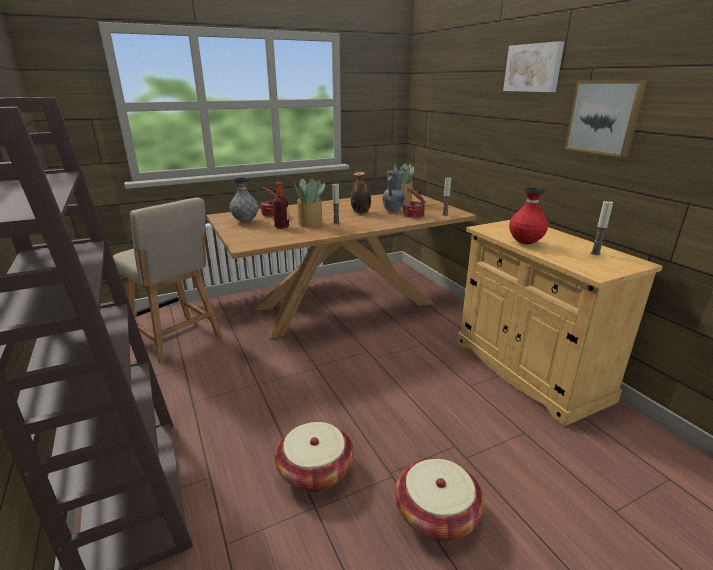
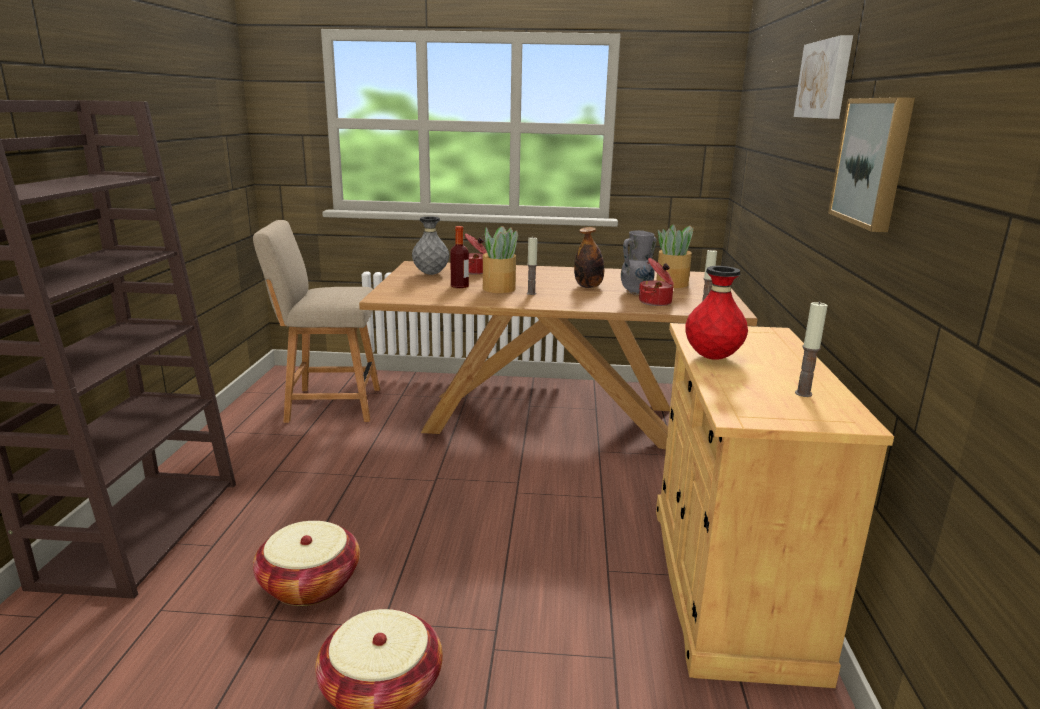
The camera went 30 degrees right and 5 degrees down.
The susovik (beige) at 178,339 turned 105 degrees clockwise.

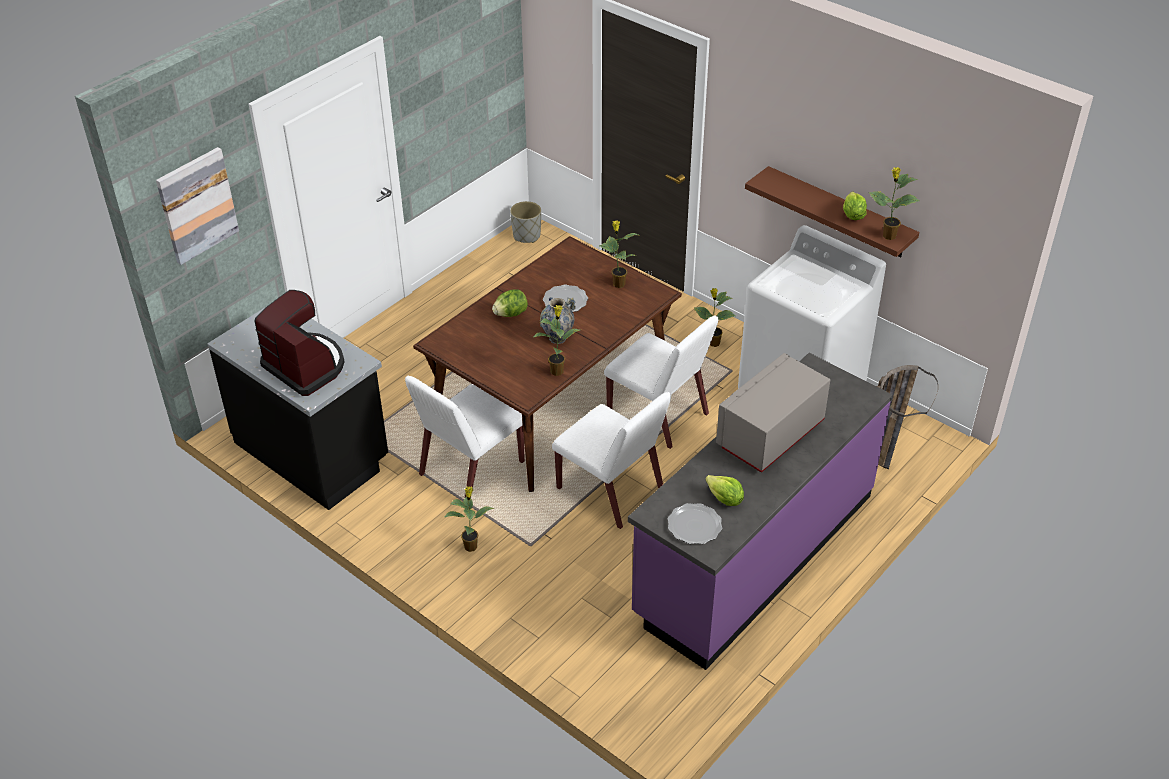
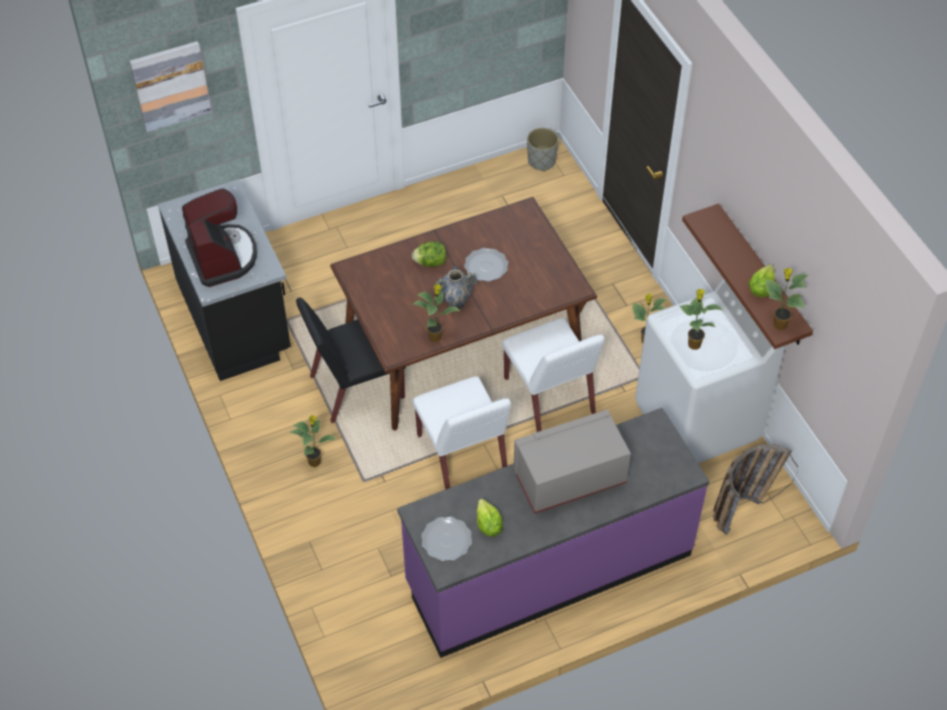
The camera went 25 degrees right and 10 degrees up.
The susovik (white) at 470,469 became the susovik (black) at 355,387.
The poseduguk moved from 618,283 to 693,344.

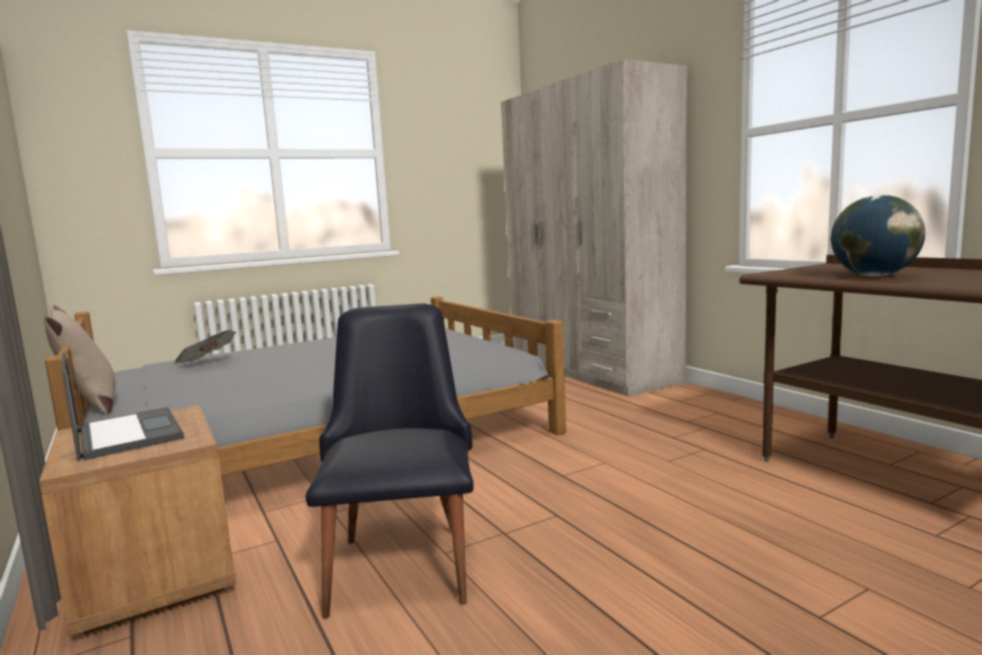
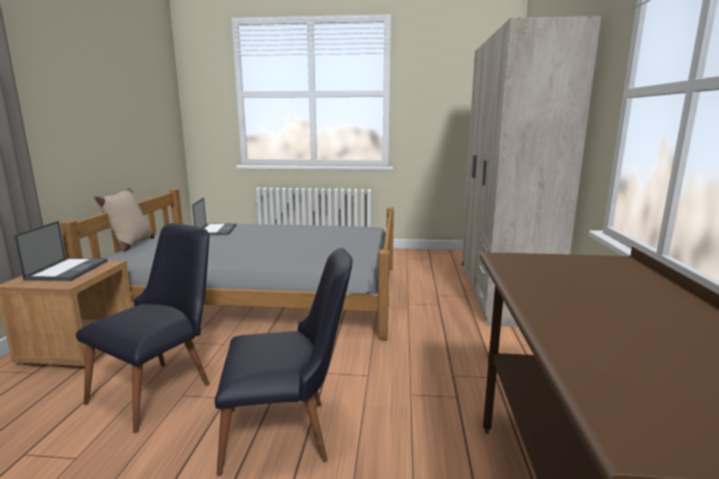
The camera went 35 degrees right and 5 degrees up.
The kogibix at 207,363 was replaced by the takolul at 216,230.
The susovik (black) at 288,435 appeared.
The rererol at 873,276 disappeared.

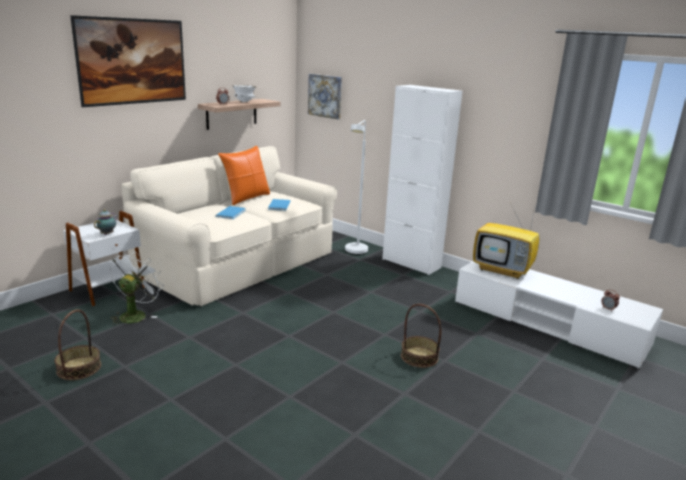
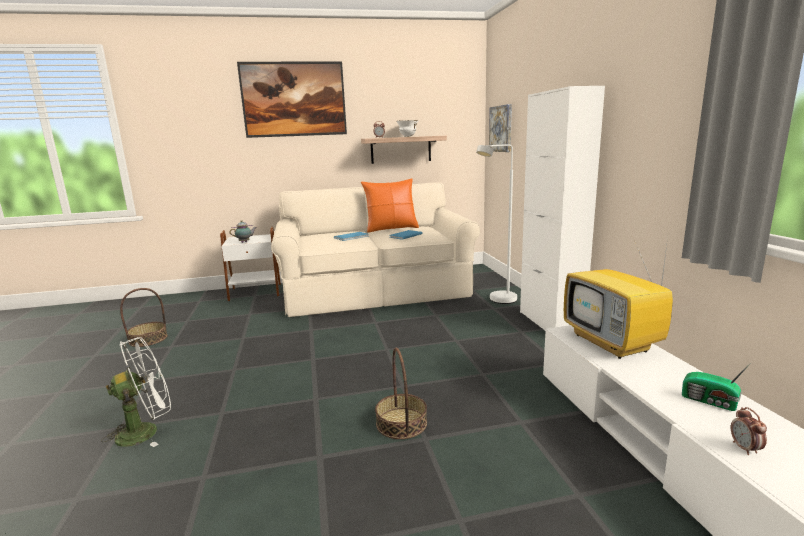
The camera went 40 degrees right and 5 degrees down.
The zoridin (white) moved from 135,314 to 146,431.
The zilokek at 710,401 appeared.

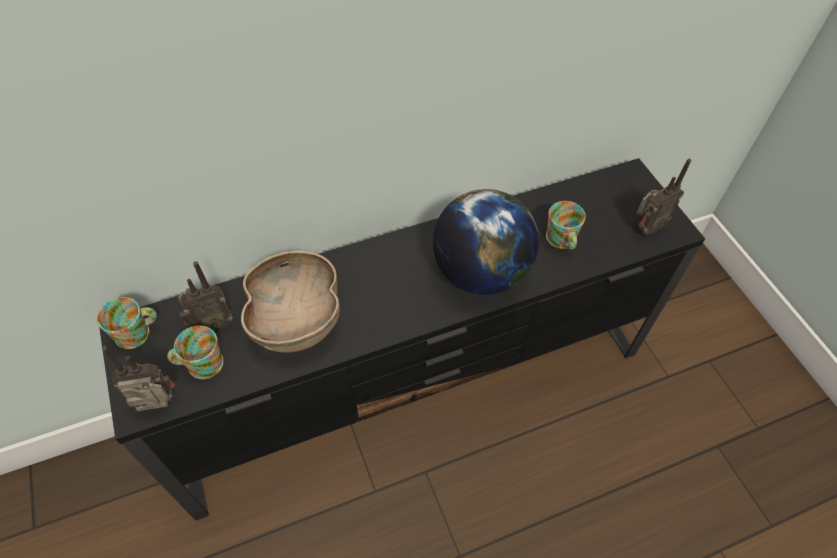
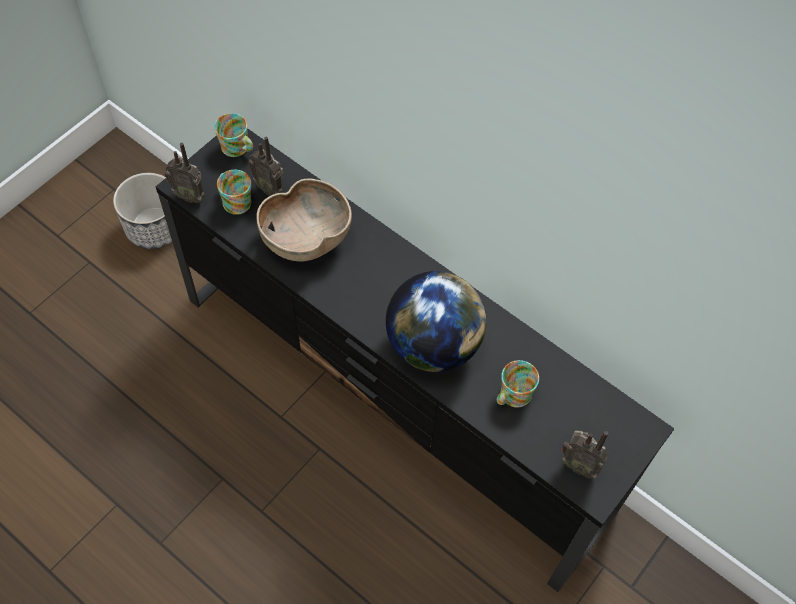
The camera went 60 degrees right and 5 degrees up.
The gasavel at 154,227 appeared.
The zilokek at 158,407 turned 150 degrees clockwise.

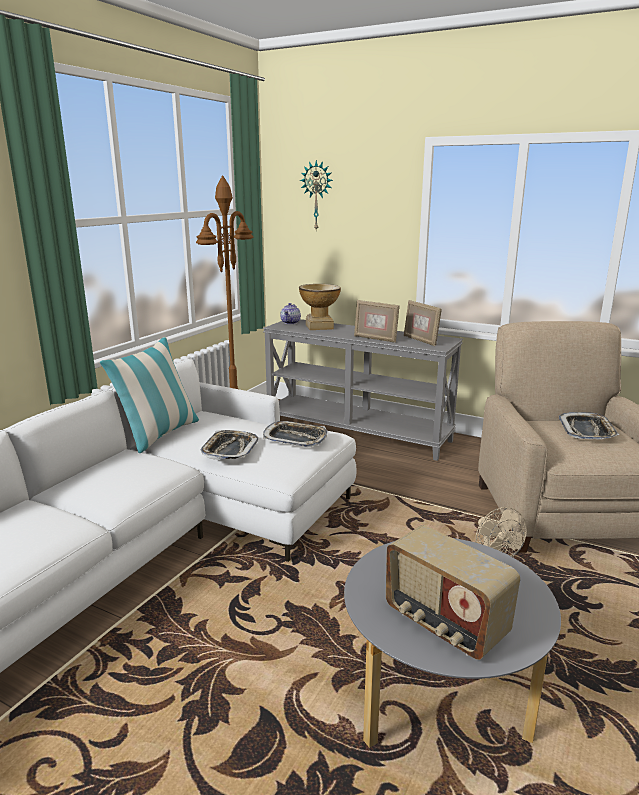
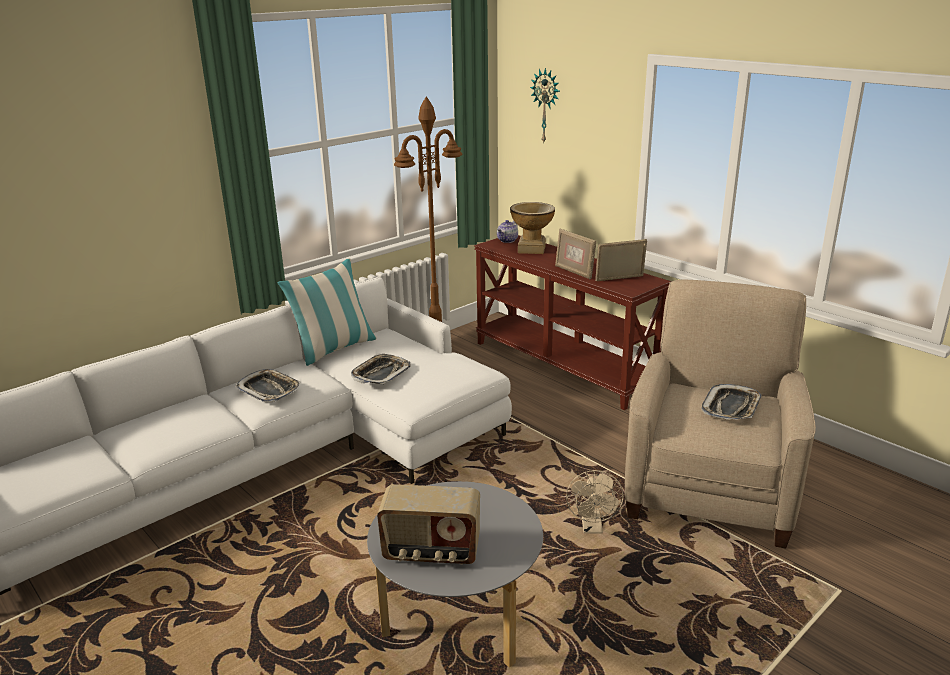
The camera went 20 degrees right and 5 degrees up.
The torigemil moved from 295,438 to 269,390.
The zilokek at 444,624 turned 60 degrees counterclockwise.
The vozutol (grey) at 358,432 became the vozutol (brown) at 564,365.
The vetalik at 420,340 turned 90 degrees clockwise.

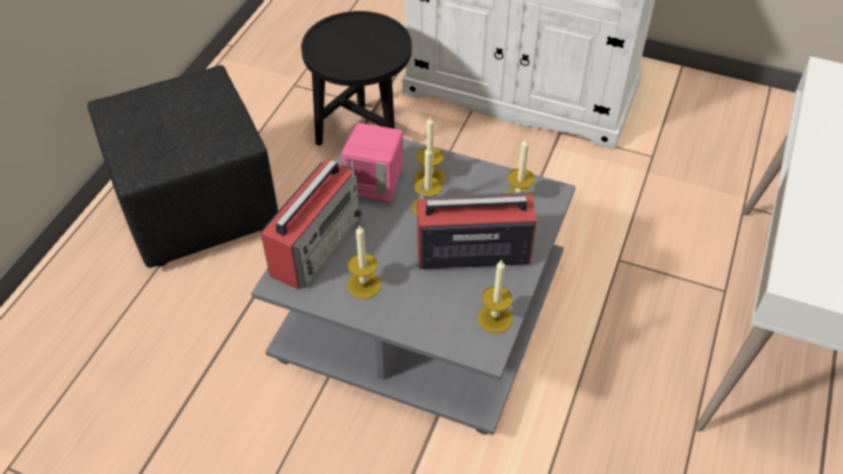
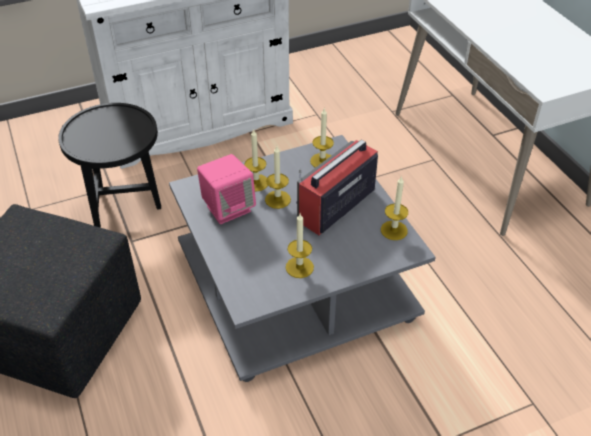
The camera went 45 degrees left and 5 degrees down.
The zilokek at 317,244 disappeared.

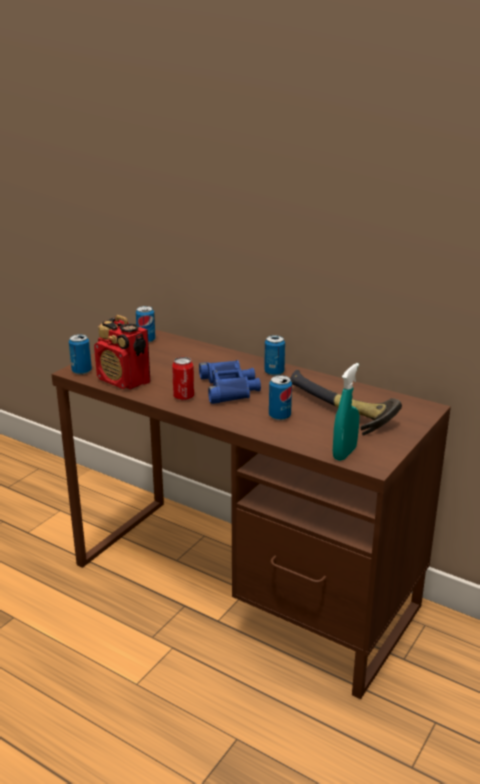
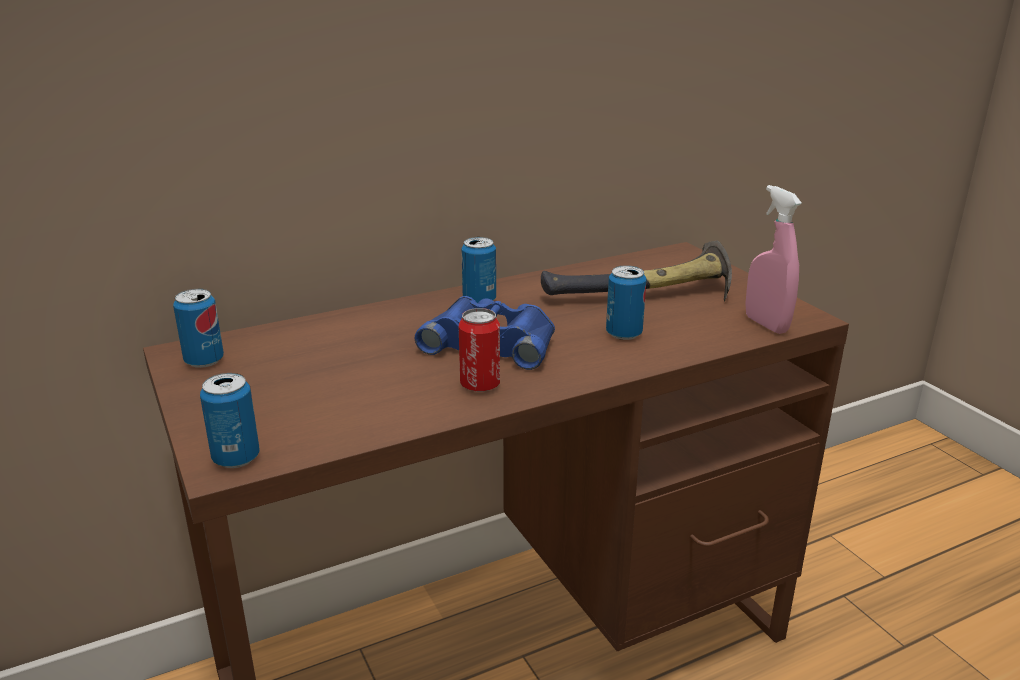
The camera went 60 degrees left and 0 degrees up.
The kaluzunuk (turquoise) at 344,453 became the kaluzunuk (pink) at 766,324.
The zilokek at 124,381 disappeared.

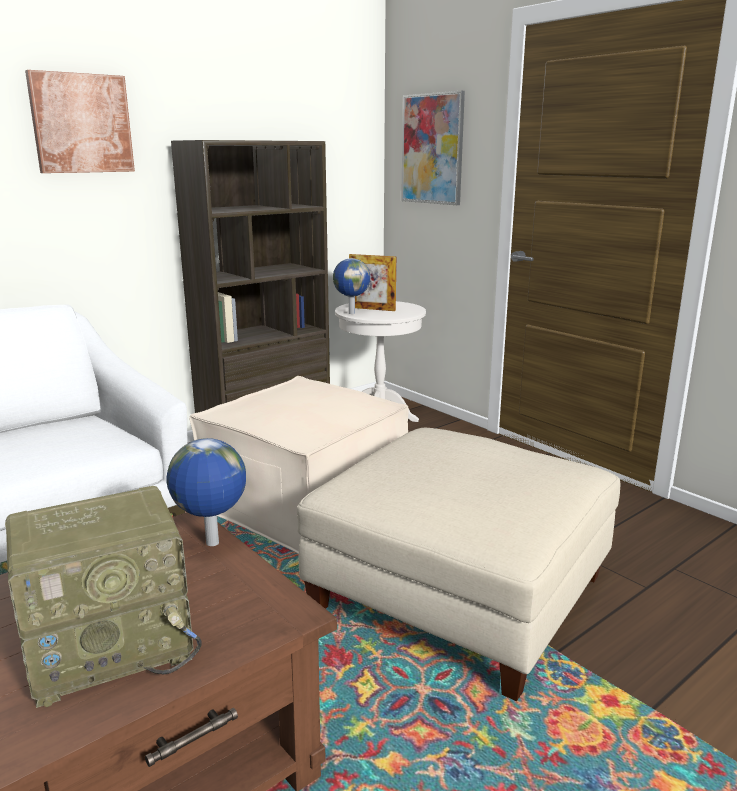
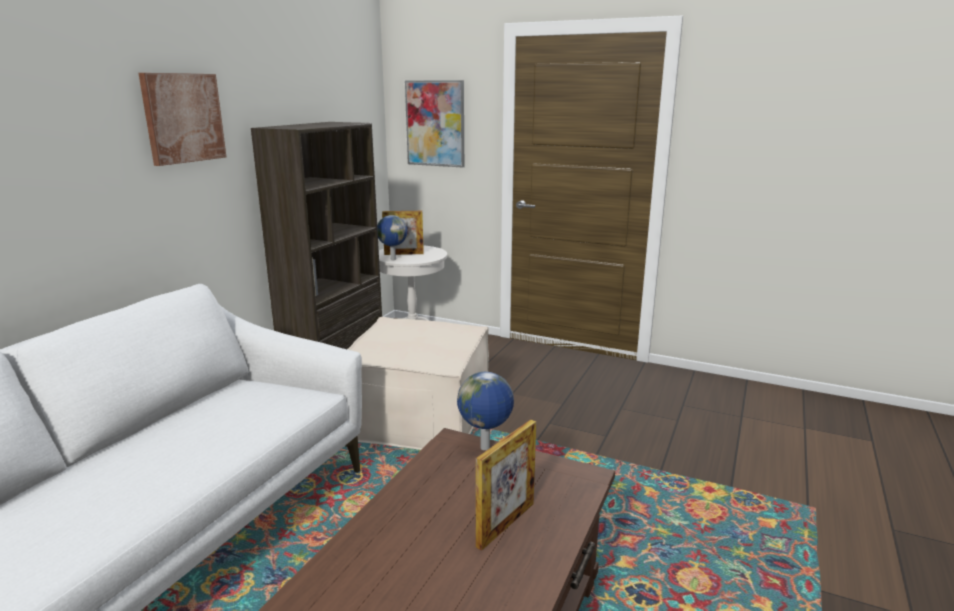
The camera went 25 degrees left and 0 degrees up.
The zilokek at 112,644 was replaced by the vetalik at 506,524.
The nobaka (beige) at 460,593 disappeared.

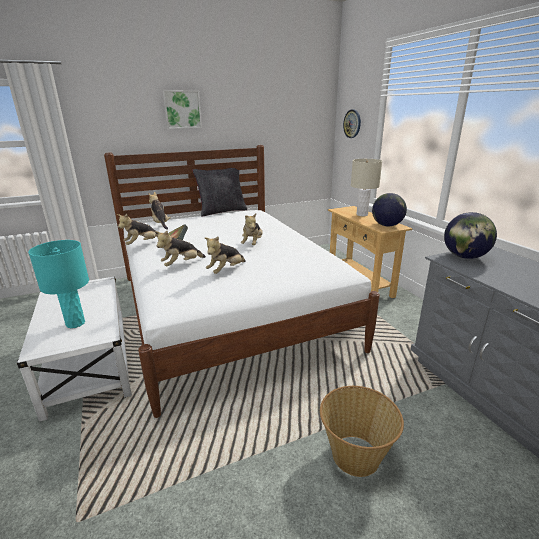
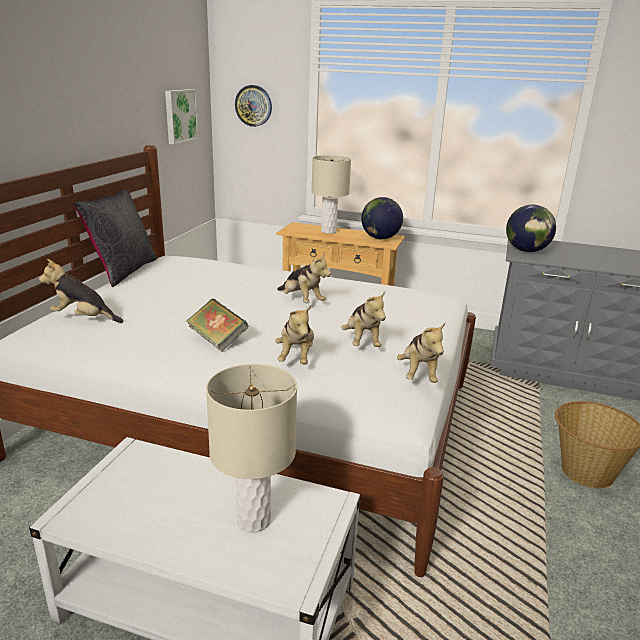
The camera went 50 degrees left and 0 degrees up.
The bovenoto moved from 182,109 to 180,116.
The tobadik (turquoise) at 75,323 became the tobadik (beige) at 253,520.
The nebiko moved from 142,244 to 418,374.

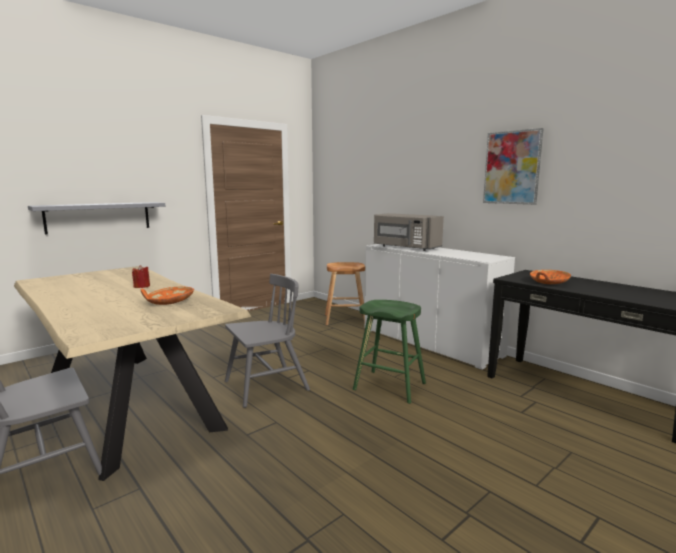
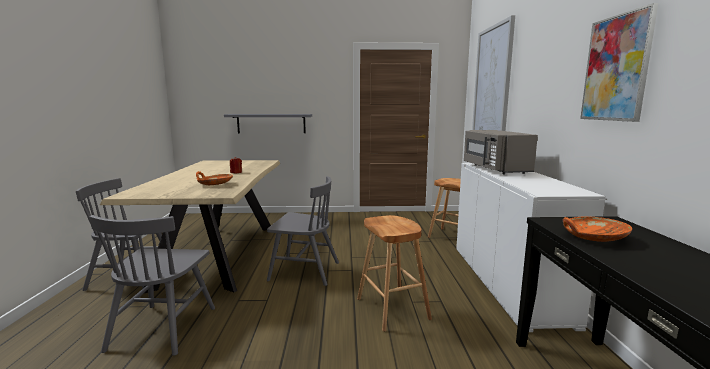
The camera went 40 degrees right and 0 degrees up.
The susovik (grey) at 163,328 appeared.
The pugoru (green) at 389,386 became the pugoru (brown) at 392,308.
The bovenoto at 492,86 appeared.

